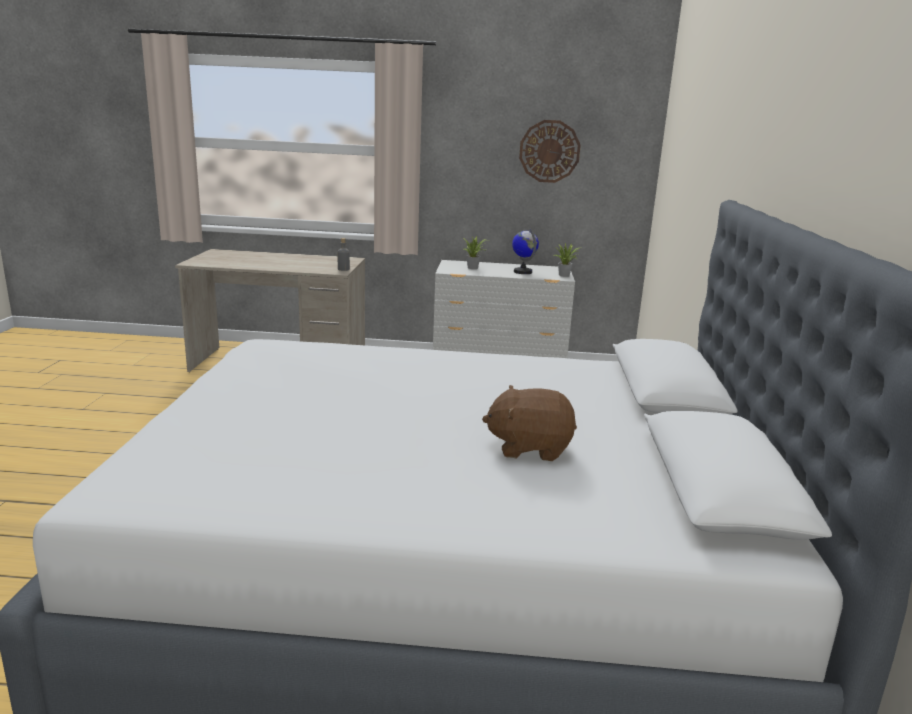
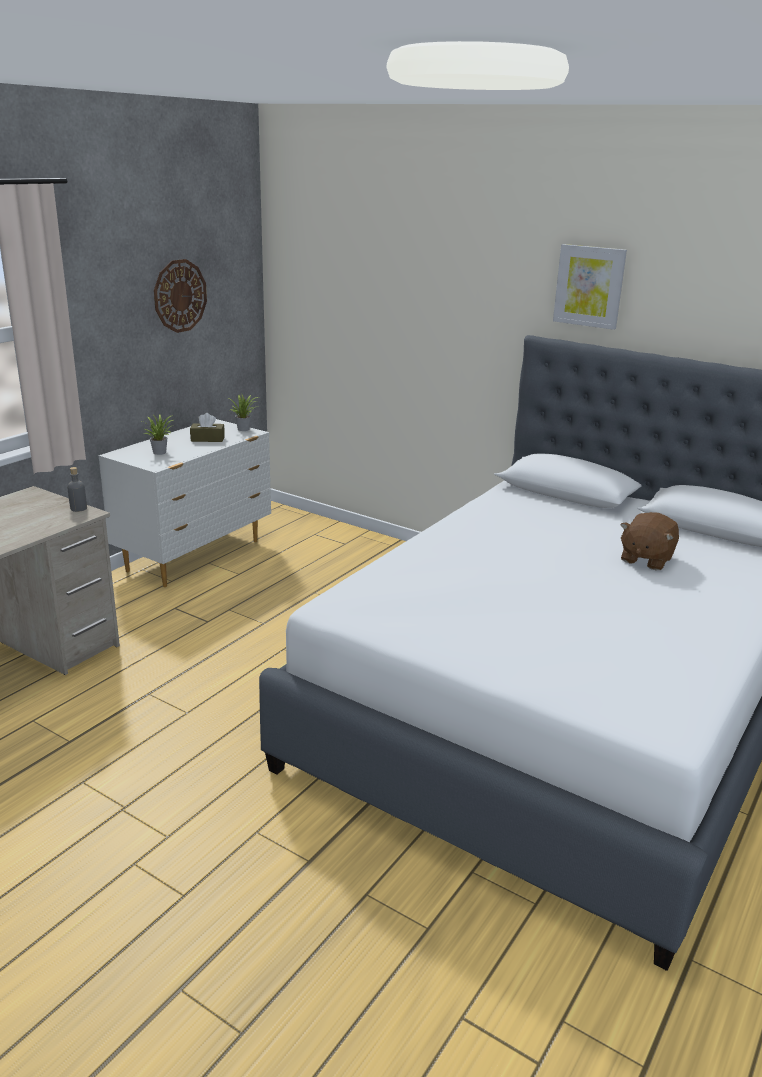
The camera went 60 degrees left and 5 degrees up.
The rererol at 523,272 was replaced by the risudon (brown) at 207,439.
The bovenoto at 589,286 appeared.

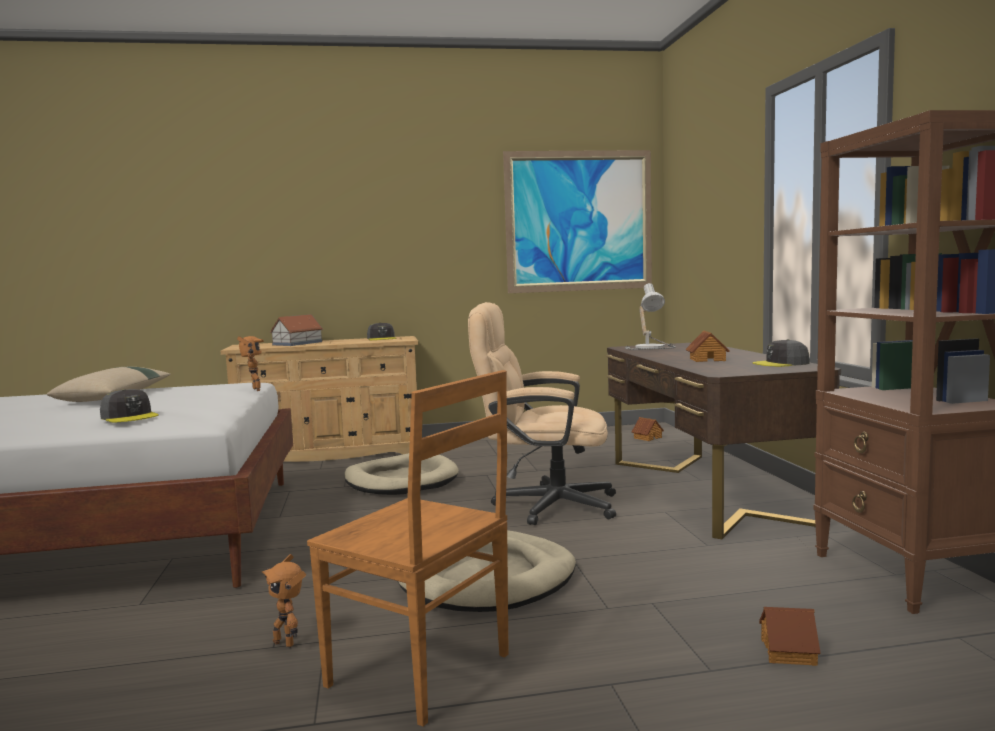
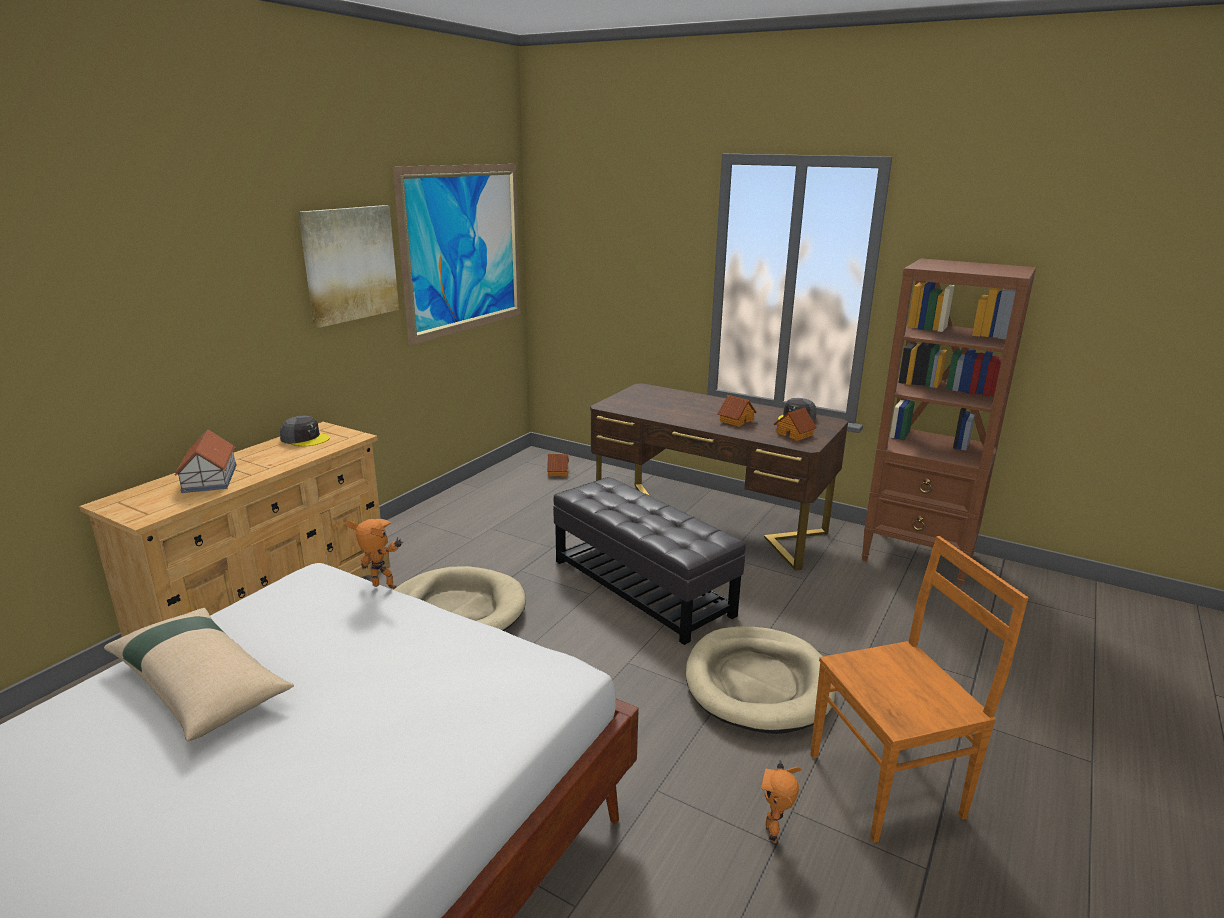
The camera went 50 degrees left and 15 degrees up.
The bovenoto at 350,264 appeared.
The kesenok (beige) at 543,505 was replaced by the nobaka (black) at 640,587.
The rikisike at 286,642 turned 105 degrees clockwise.
The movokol moved from 789,652 to 794,434.
The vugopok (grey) at 130,416 disappeared.
The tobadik at 653,347 disappeared.

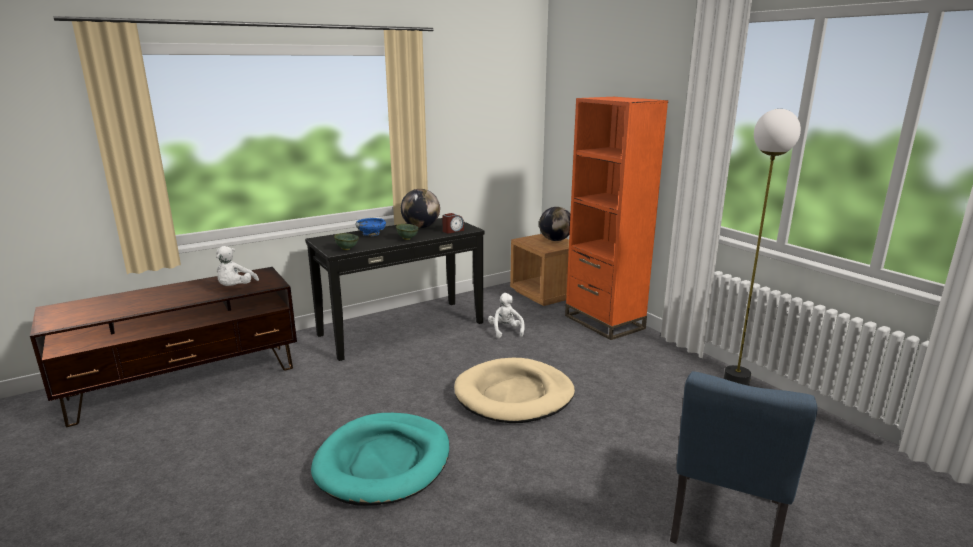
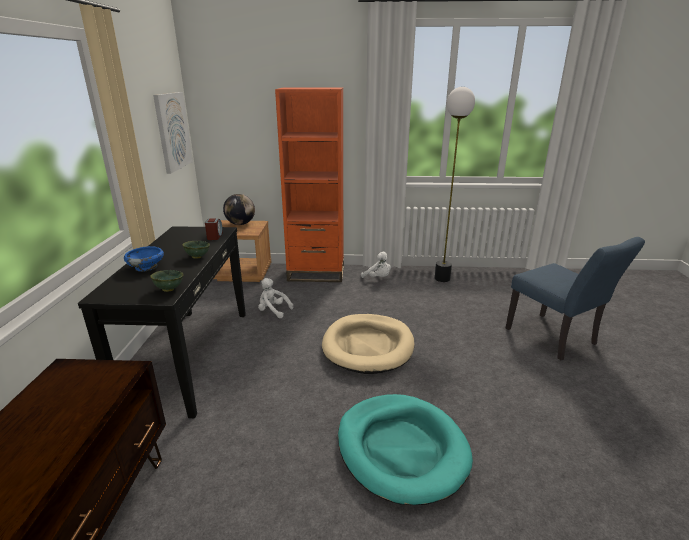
The camera went 55 degrees left and 5 degrees up.
The bovenoto at 172,131 appeared.
The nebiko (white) moved from 235,288 to 378,278.
The rererol at 421,227 disappeared.

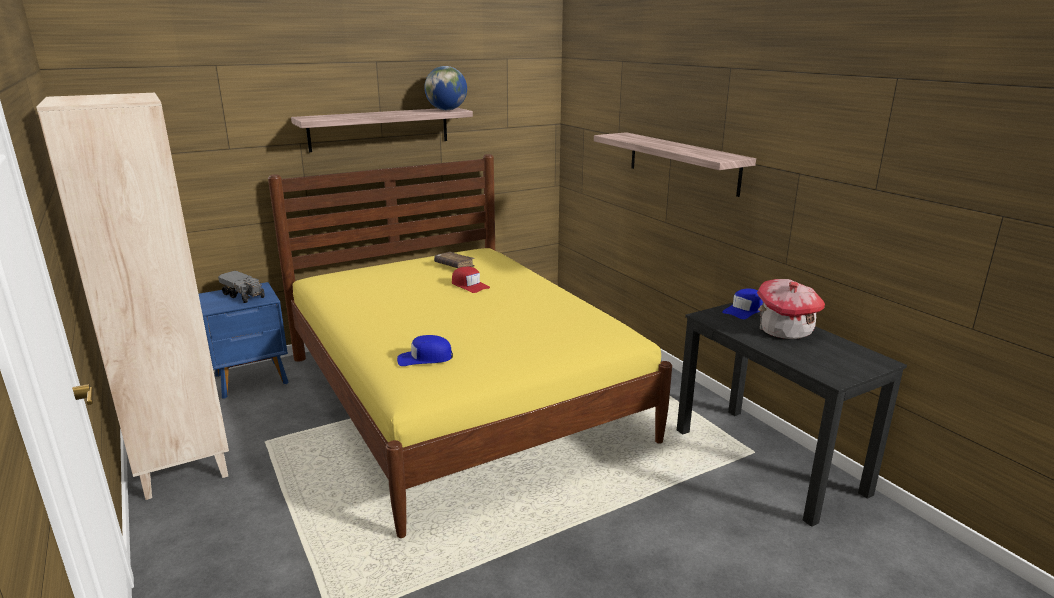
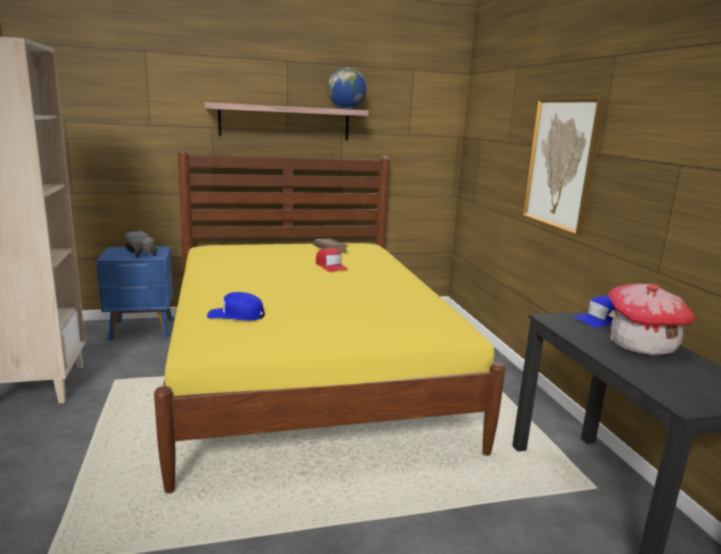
The camera went 15 degrees right and 5 degrees down.
The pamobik at 682,162 was replaced by the bovenoto at 561,163.

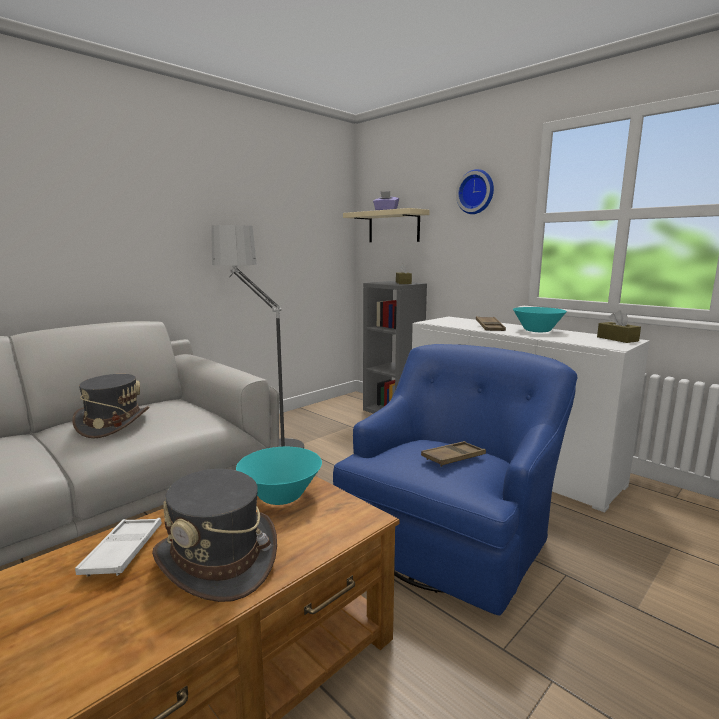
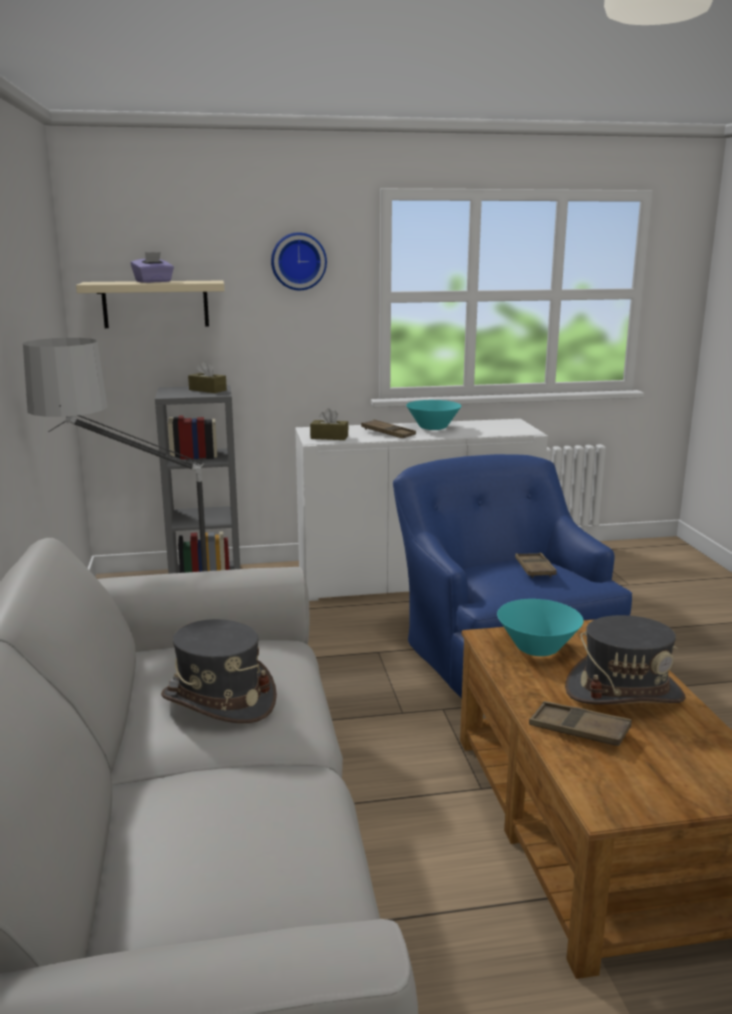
The camera went 55 degrees left and 5 degrees up.
The risudon (brown) moved from 617,339 to 329,437.
The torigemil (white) at 123,551 became the torigemil (brown) at 579,730.

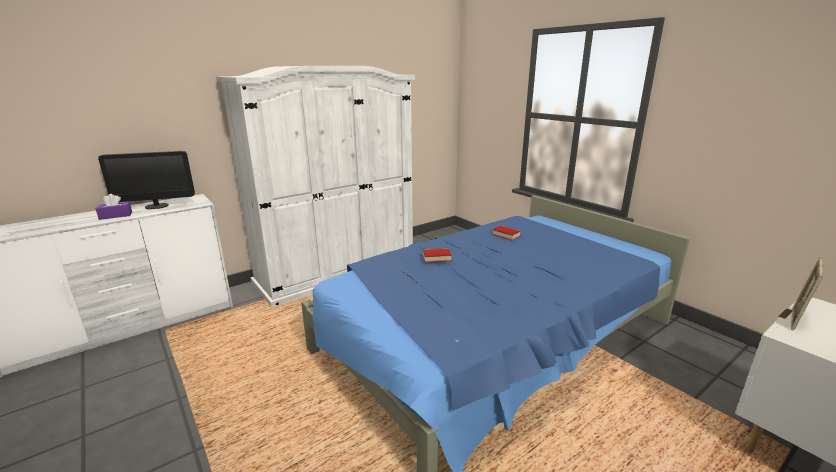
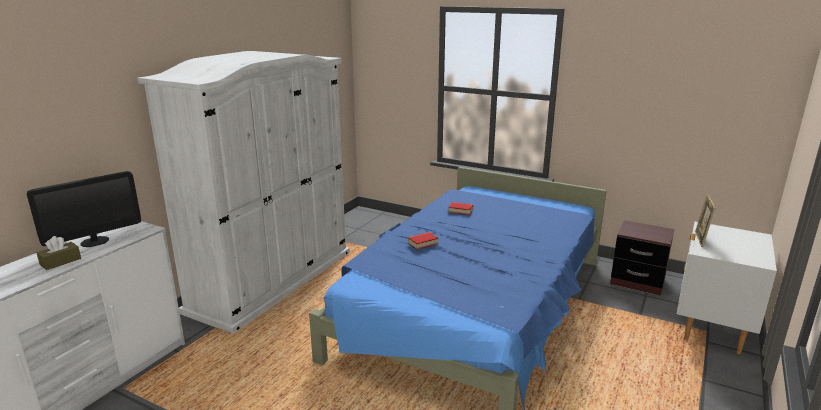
The camera went 25 degrees left and 0 degrees up.
The risudon (purple) at 116,215 became the risudon (brown) at 60,261.
The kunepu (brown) at 637,281 appeared.

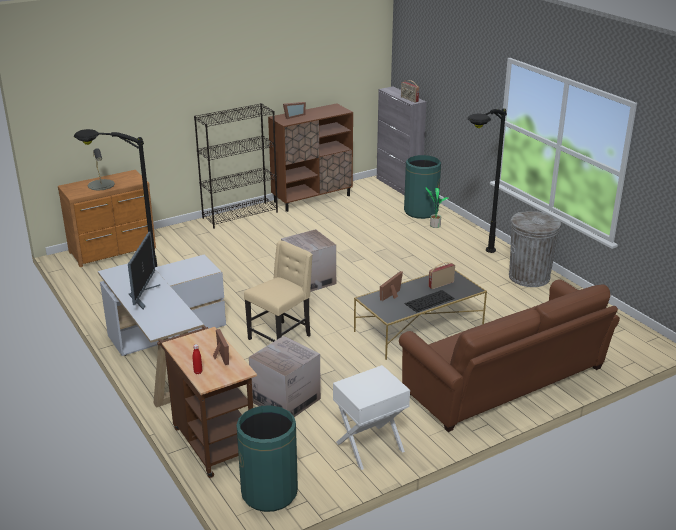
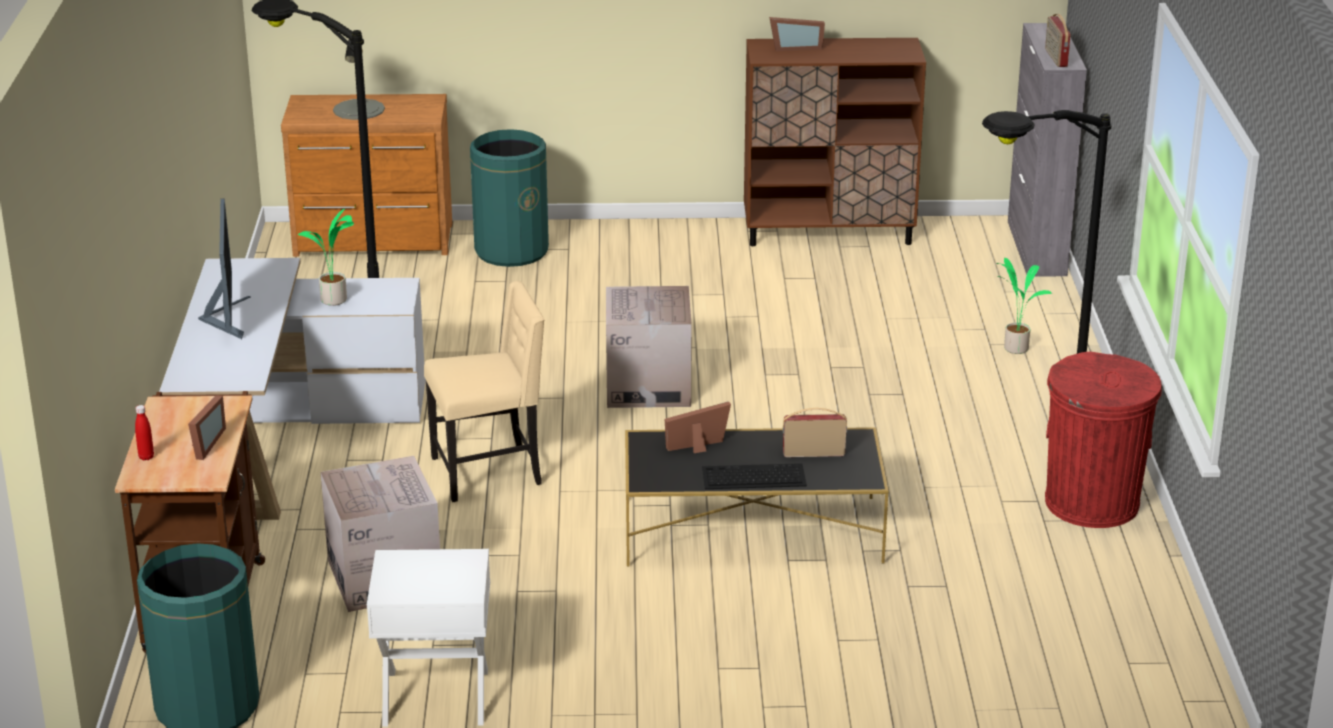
The camera went 30 degrees right and 0 degrees up.
The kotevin at 142,295 turned 45 degrees counterclockwise.
The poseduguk at 334,301 appeared.
The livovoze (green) moved from 421,211 to 511,251.
The livovoze (grey) at 529,277 became the livovoze (red) at 1092,503.
The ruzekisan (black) at 240,215 disappeared.
The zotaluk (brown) at 508,383 disappeared.

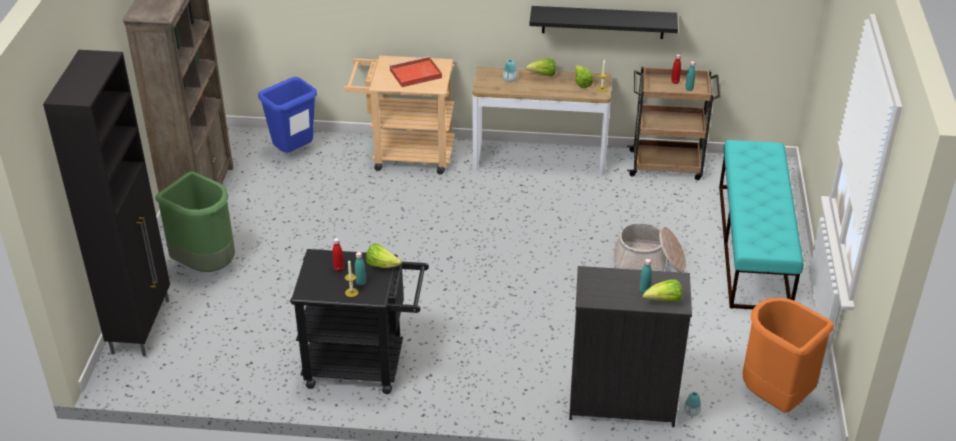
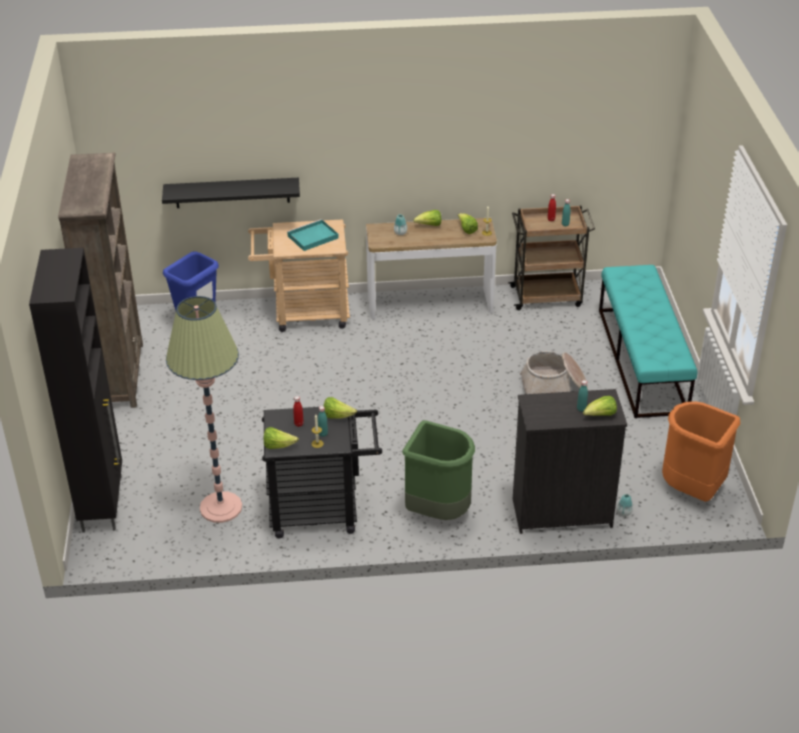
The camera went 10 degrees left and 0 degrees up.
The pamobik (black) moved from 603,22 to 232,192.
The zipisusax at 221,507 appeared.
The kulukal at 278,446 appeared.
The torigemil (red) at 414,74 became the torigemil (turquoise) at 312,237.
The livovoze (green) moved from 206,265 to 438,511.

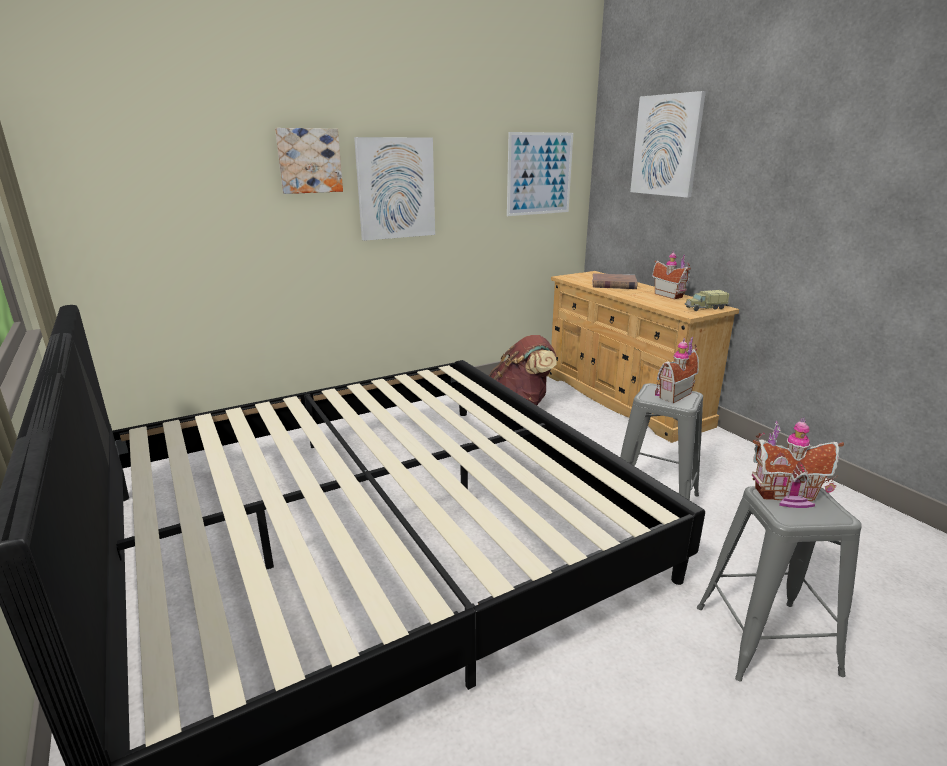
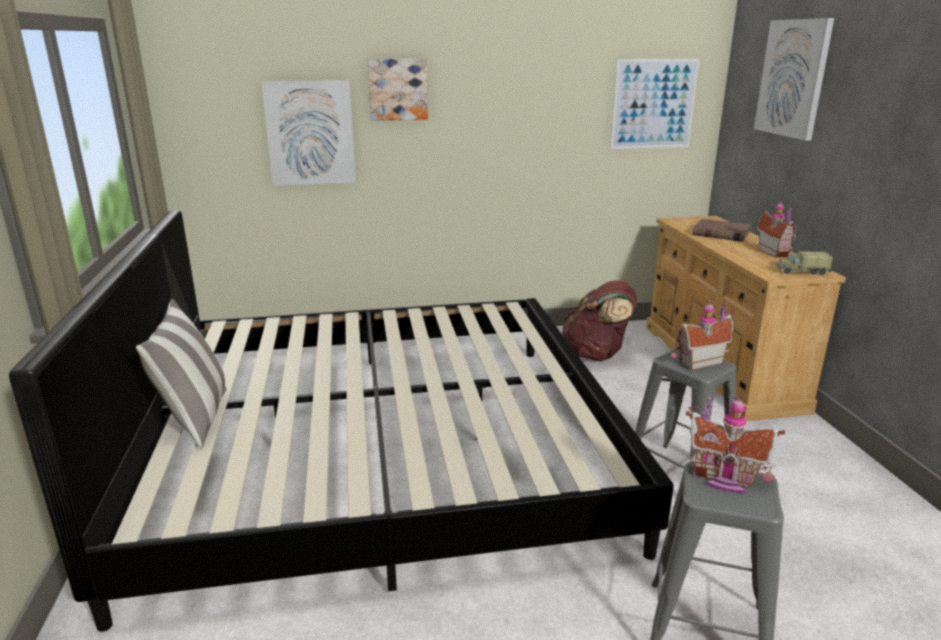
The camera went 20 degrees right and 0 degrees up.
The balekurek at 195,418 appeared.
The bovenoto moved from 396,188 to 310,133.

